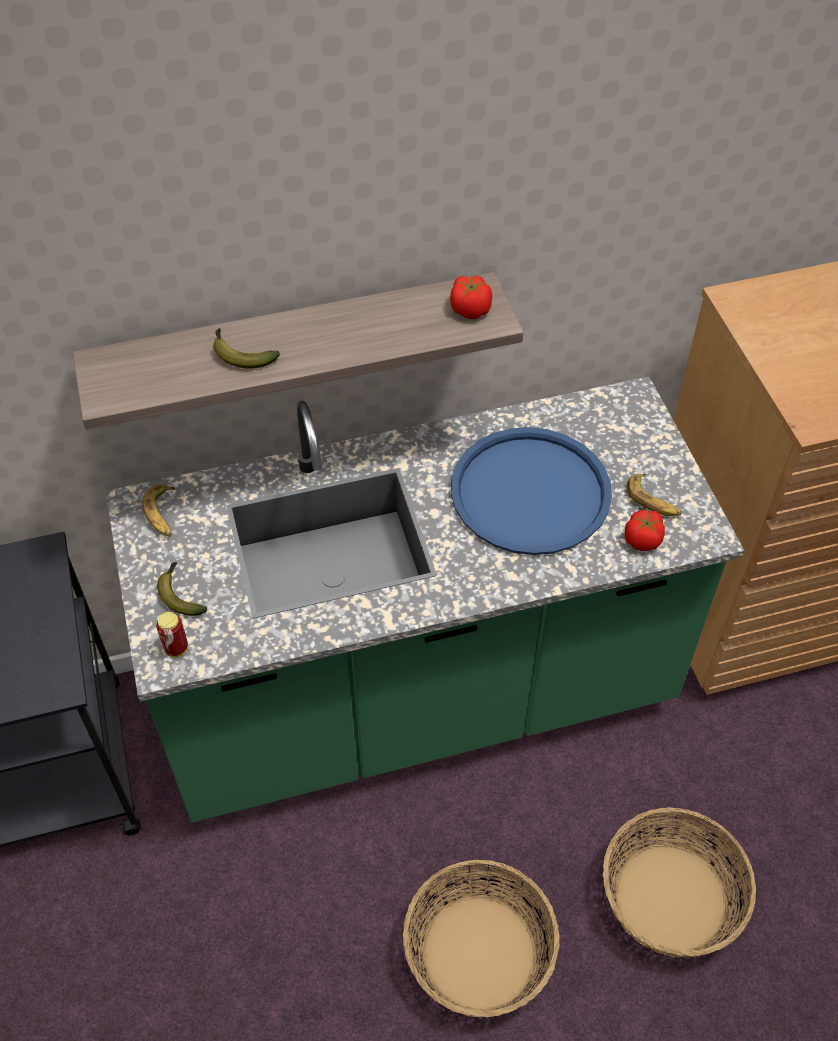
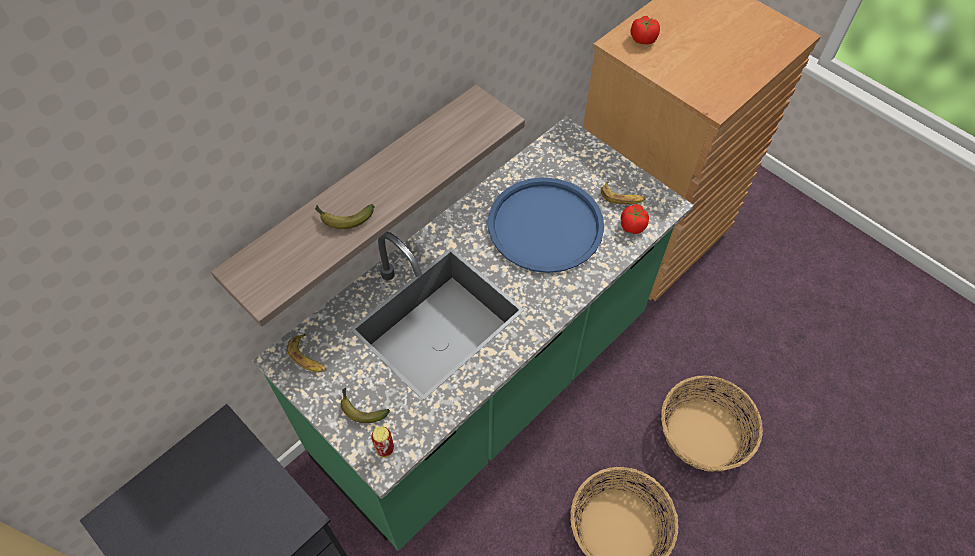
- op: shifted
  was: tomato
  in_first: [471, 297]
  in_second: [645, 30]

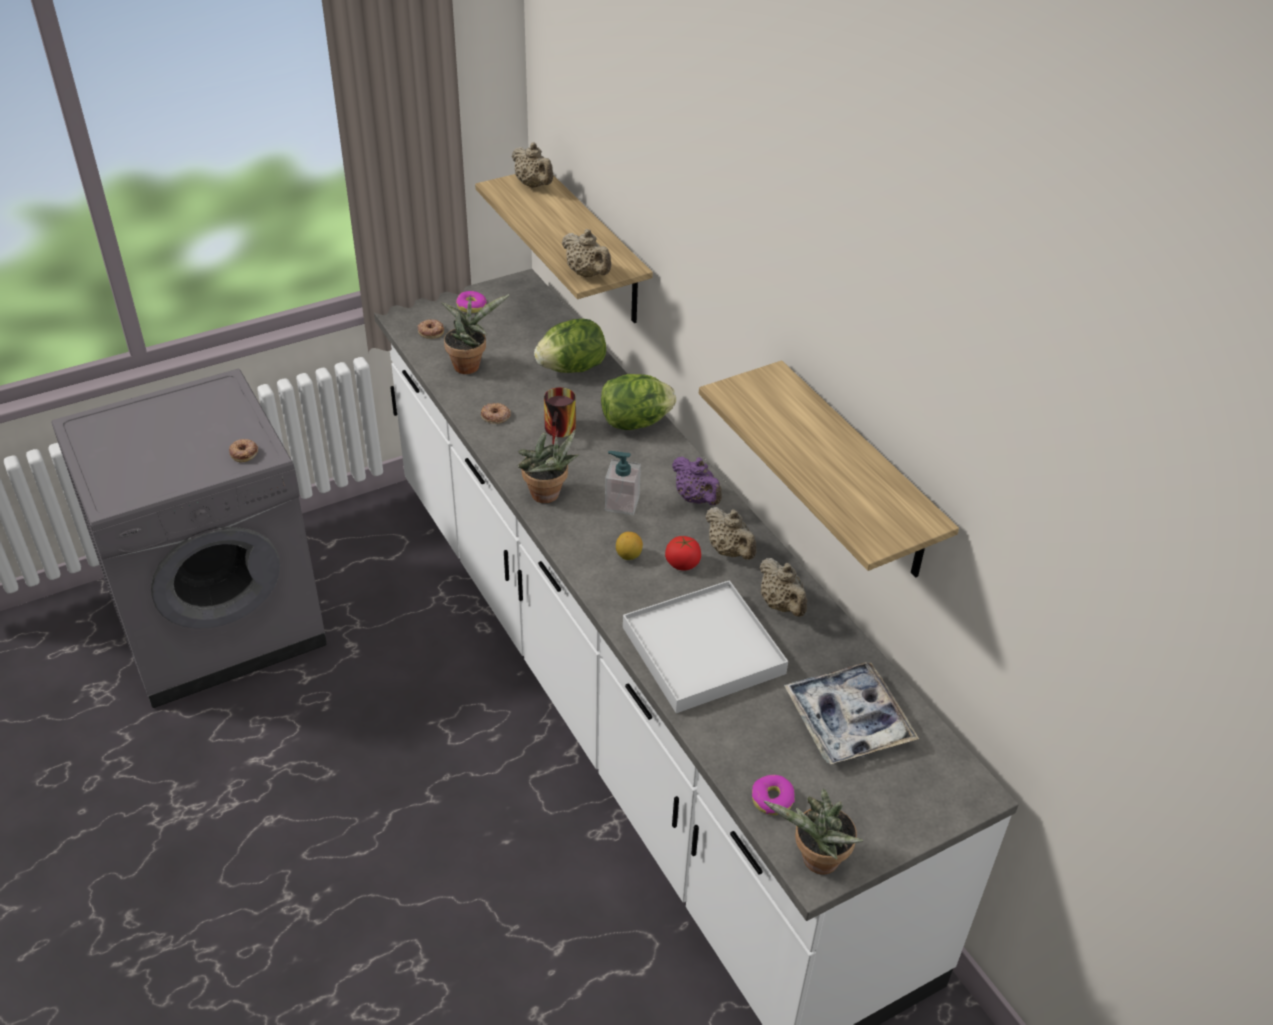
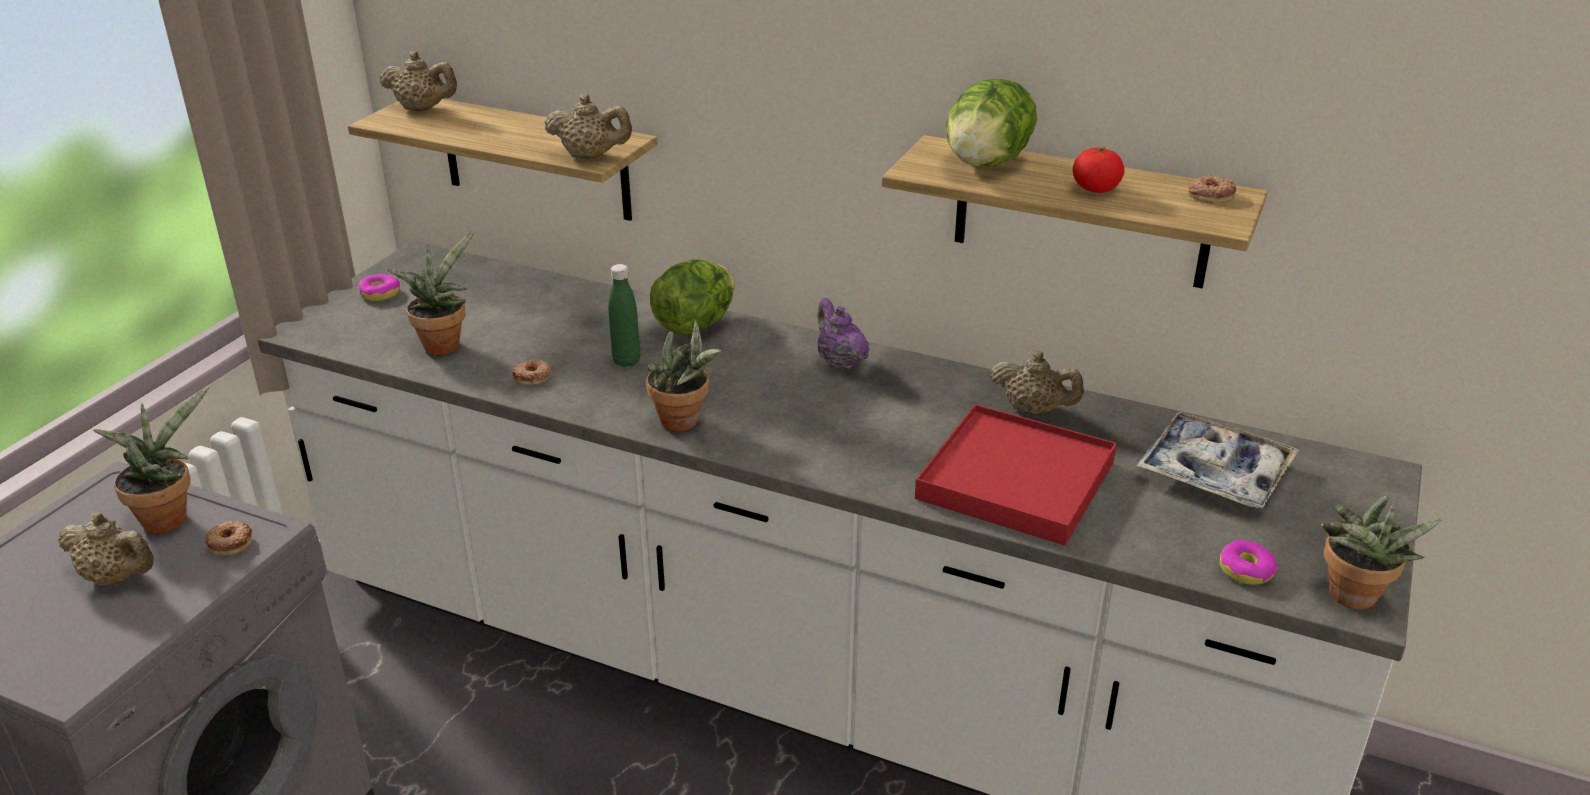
- op: shifted
  was: donut
  in_first: [431, 329]
  in_second: [1212, 189]
- op: shifted
  was: lettuce
  in_first: [570, 346]
  in_second: [991, 123]
- op: swapped
  was: mug
  now: green bottle
  in_first: [560, 415]
  in_second: [624, 315]
- op: gone
  was: soap dispenser
  in_first: [623, 483]
- op: gone
  was: lemon
  in_first: [629, 546]
- op: repainted
  was: white tray
  now: red tray
  in_first: [705, 646]
  in_second: [1016, 475]
- op: shifted
  was: tomato
  in_first: [683, 553]
  in_second: [1099, 170]
- op: rotated
  was: purple teapot
  in_first: [697, 480]
  in_second: [843, 333]
  clockwise: -135
- op: shifted
  was: beige teapot
  in_first: [731, 533]
  in_second: [106, 548]
- op: new
  now: potted plant
  in_second: [151, 459]

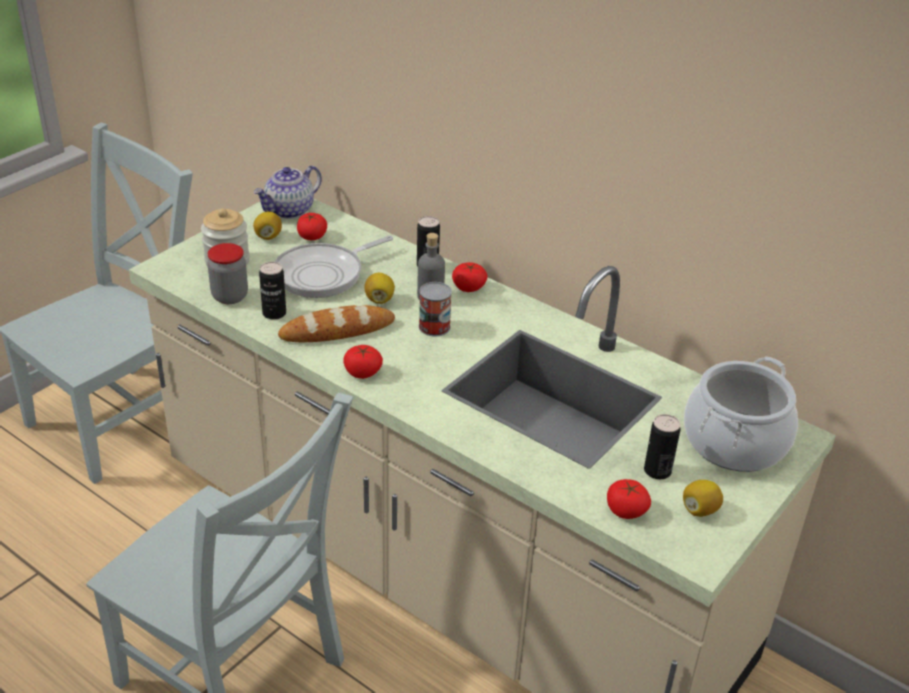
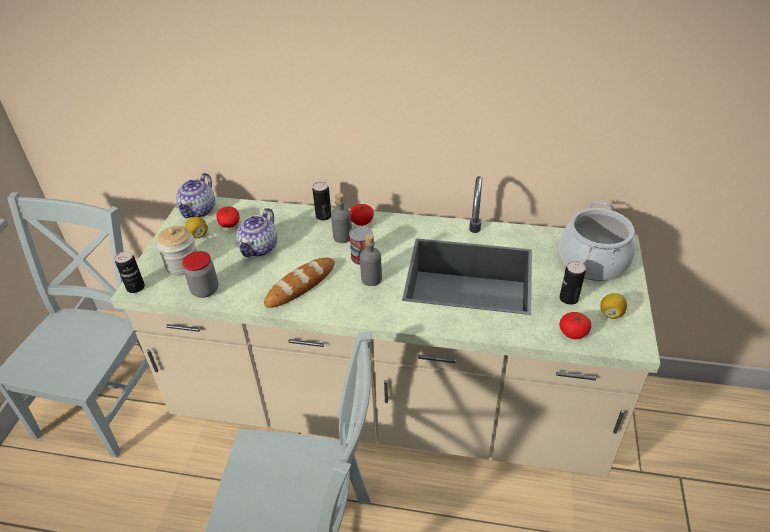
- op: shifted
  was: can
  in_first: [272, 291]
  in_second: [130, 272]
- op: swapped
  was: frying pan
  now: teapot
  in_first: [334, 266]
  in_second: [256, 232]
- op: gone
  was: tomato
  in_first: [363, 362]
- op: gone
  was: lemon
  in_first: [380, 288]
- op: new
  now: grey bottle
  in_second: [371, 260]

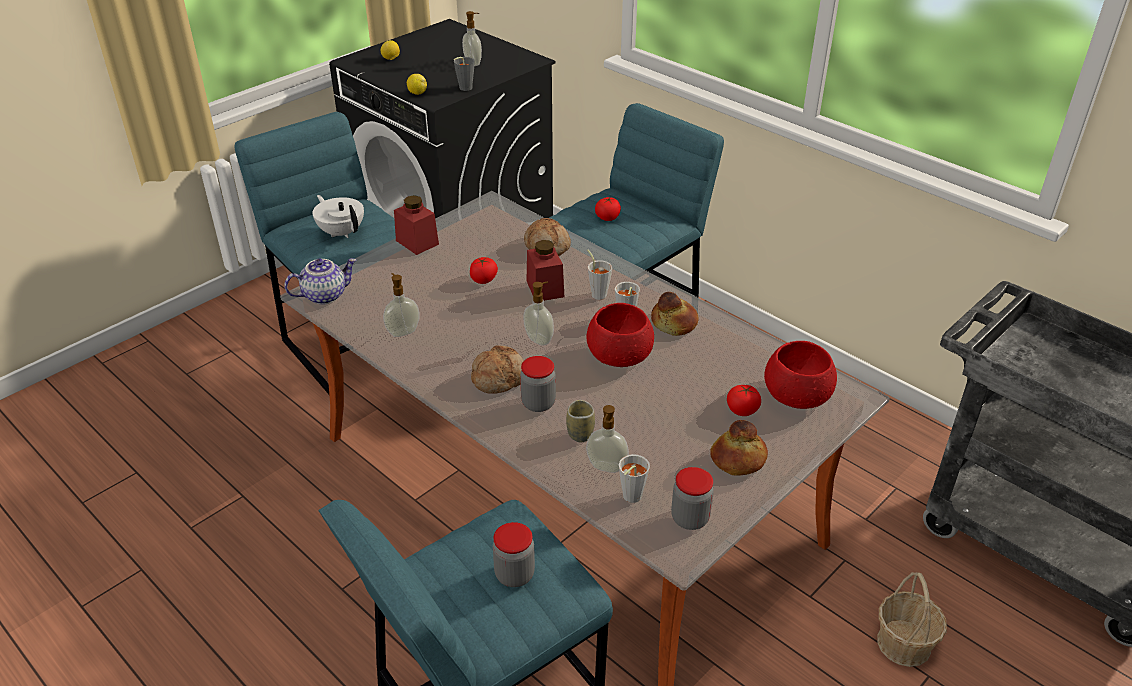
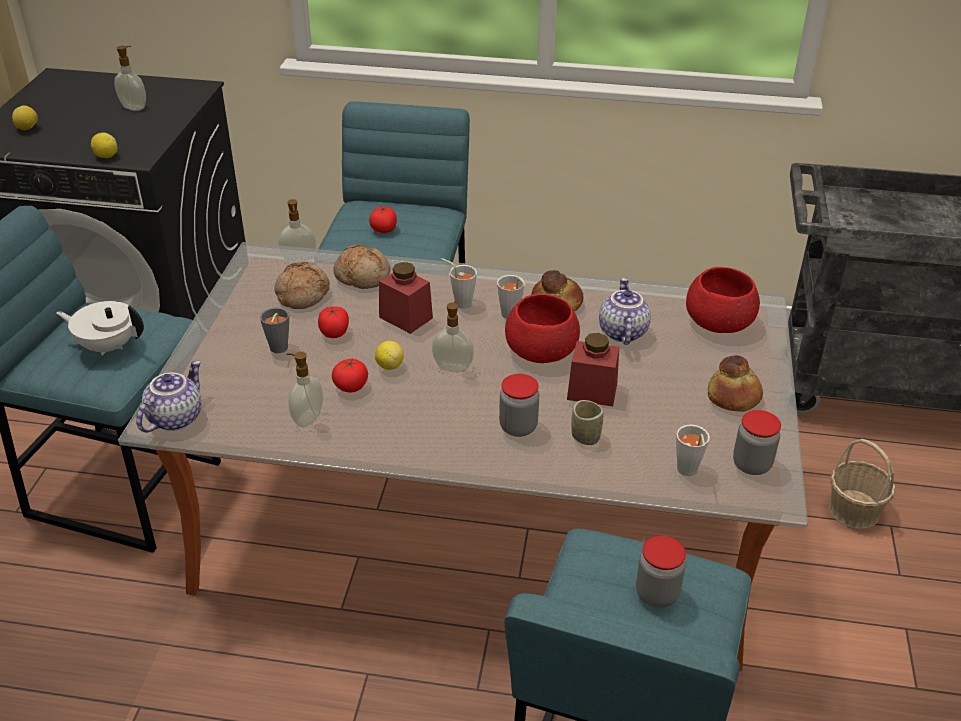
- op: shifted
  was: red jar
  in_first: [416, 225]
  in_second: [593, 369]
- op: shifted
  was: grey cup
  in_first: [464, 74]
  in_second: [274, 330]
- op: shifted
  was: bread
  in_first: [497, 369]
  in_second: [302, 285]
- op: shifted
  was: soap dispenser
  in_first: [607, 439]
  in_second: [297, 231]
- op: shifted
  was: tomato
  in_first: [744, 400]
  in_second: [350, 375]
- op: new
  now: lemon
  in_second: [389, 355]
- op: new
  now: teapot
  in_second: [625, 311]

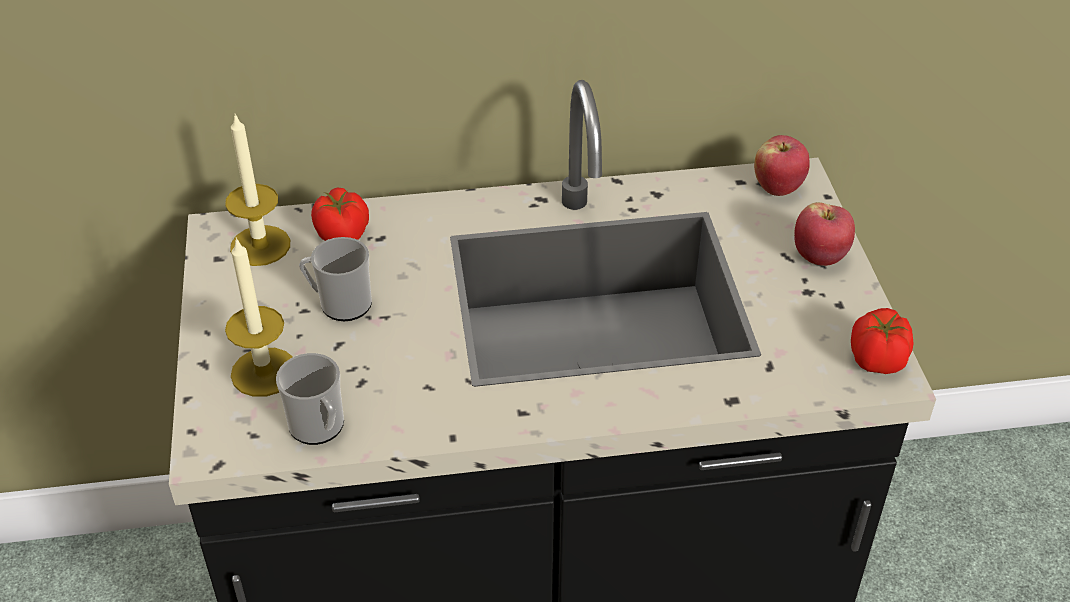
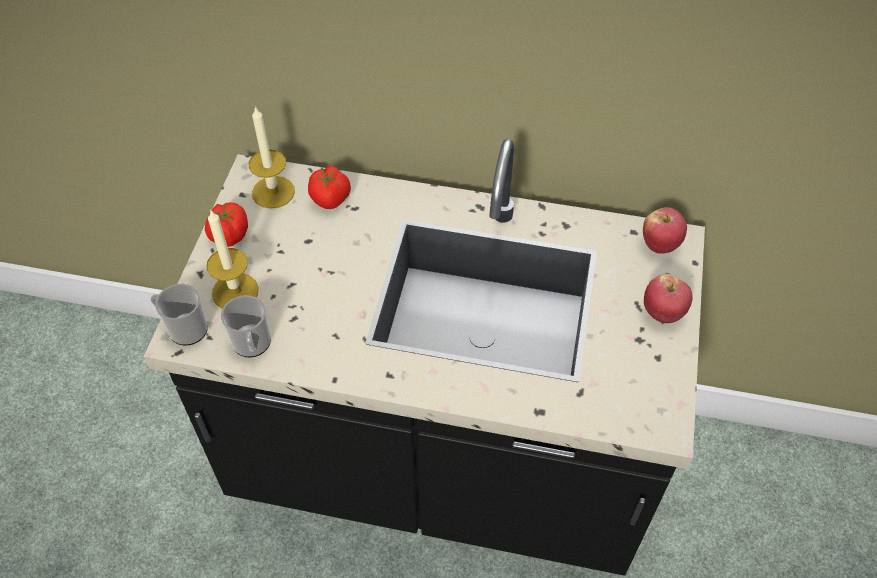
- op: shifted
  was: mug
  in_first: [335, 279]
  in_second: [179, 315]
- op: shifted
  was: tomato
  in_first: [882, 341]
  in_second: [226, 224]

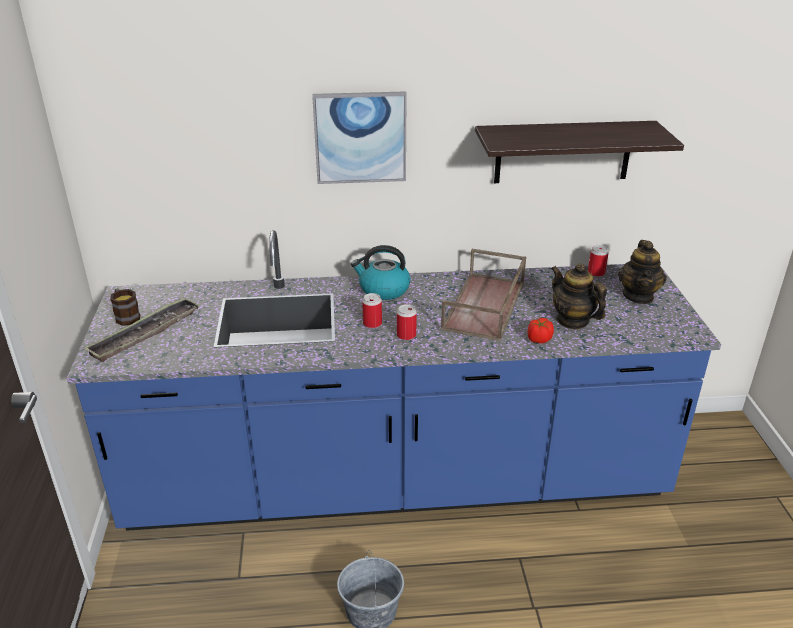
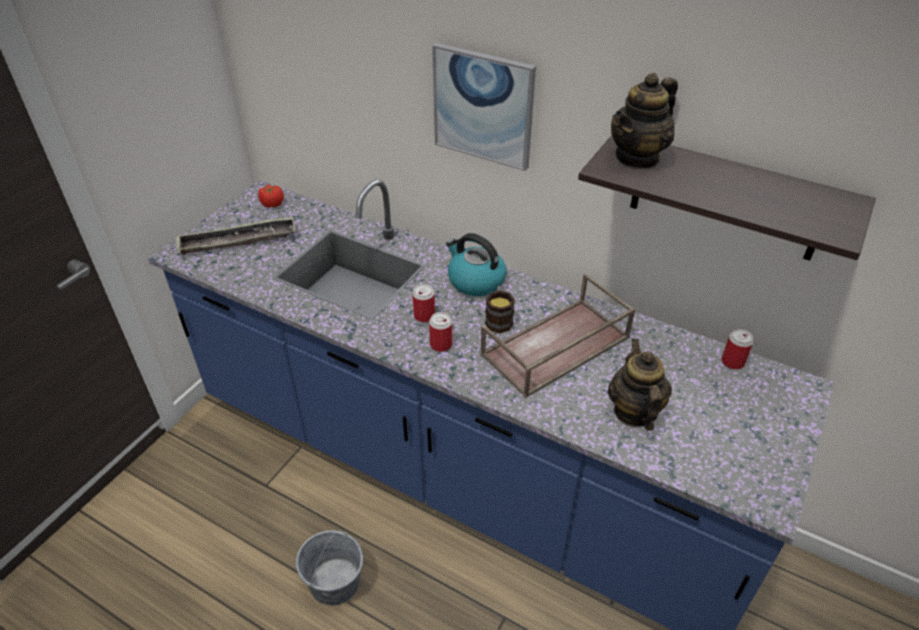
- op: shifted
  was: mug
  in_first: [125, 307]
  in_second: [500, 309]
- op: shifted
  was: tomato
  in_first: [541, 330]
  in_second: [271, 196]
- op: shifted
  was: teapot
  in_first: [642, 272]
  in_second: [644, 121]

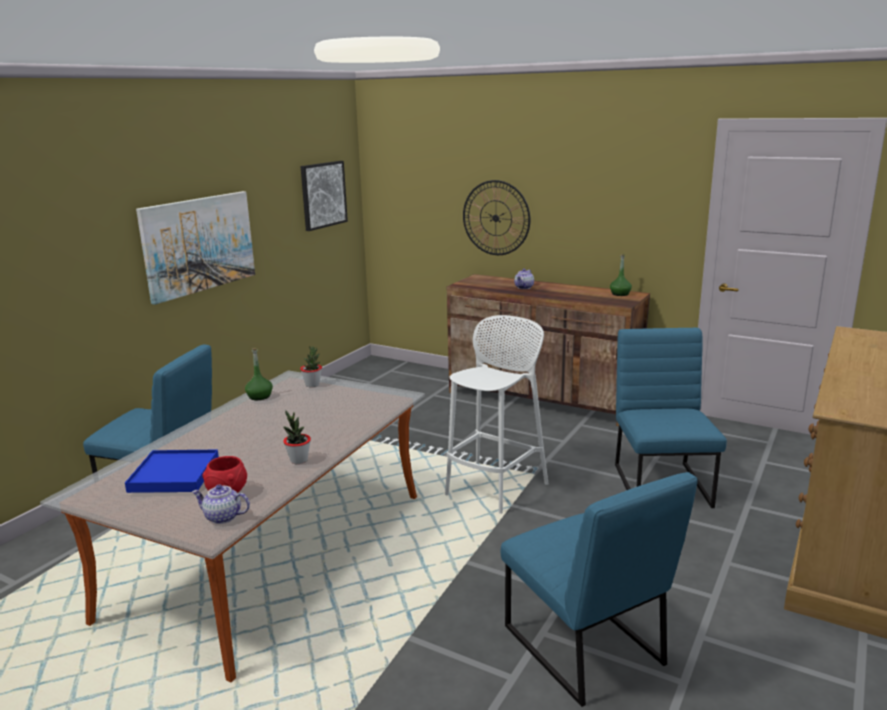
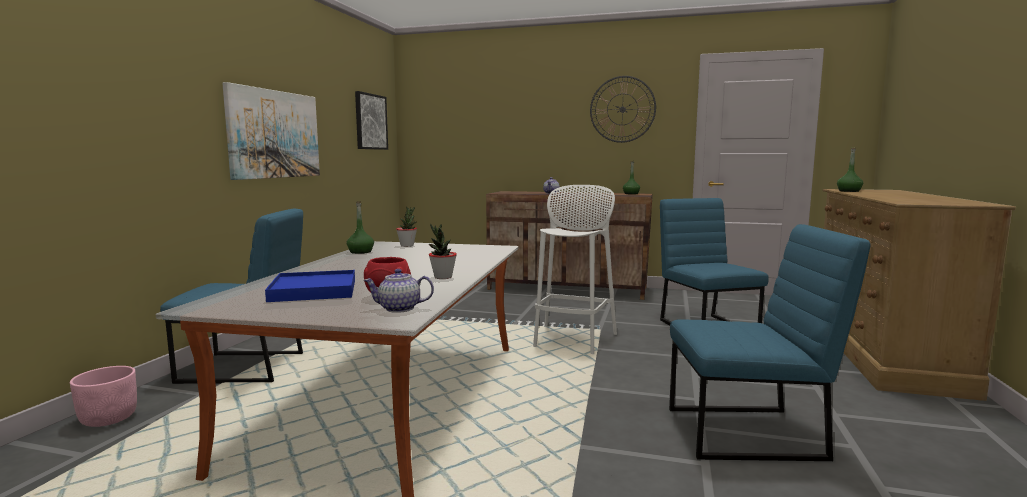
- op: shifted
  was: wall clock
  in_first: [496, 217]
  in_second: [623, 109]
- op: rotated
  was: blue chair
  in_first: [599, 589]
  in_second: [769, 342]
  clockwise: -45
- op: new
  now: pink planter
  in_second: [103, 396]
- op: new
  now: green bottle
  in_second: [850, 169]

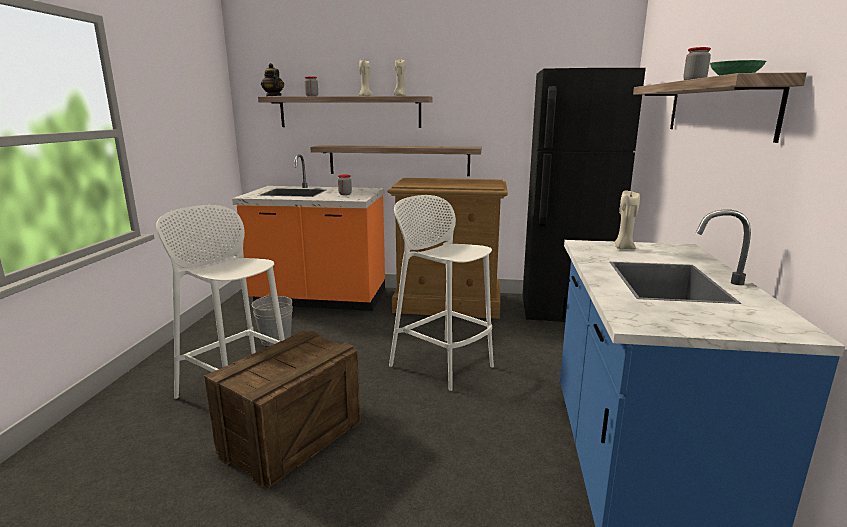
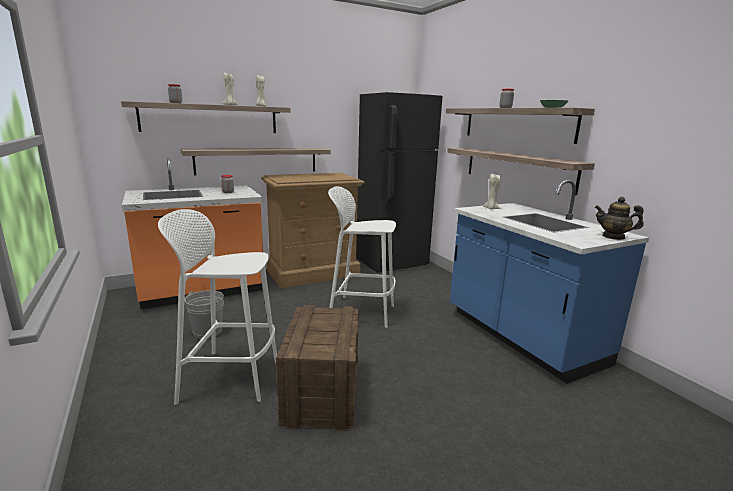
- op: shifted
  was: teapot
  in_first: [272, 79]
  in_second: [619, 218]
- op: new
  now: shelf
  in_second: [521, 171]

